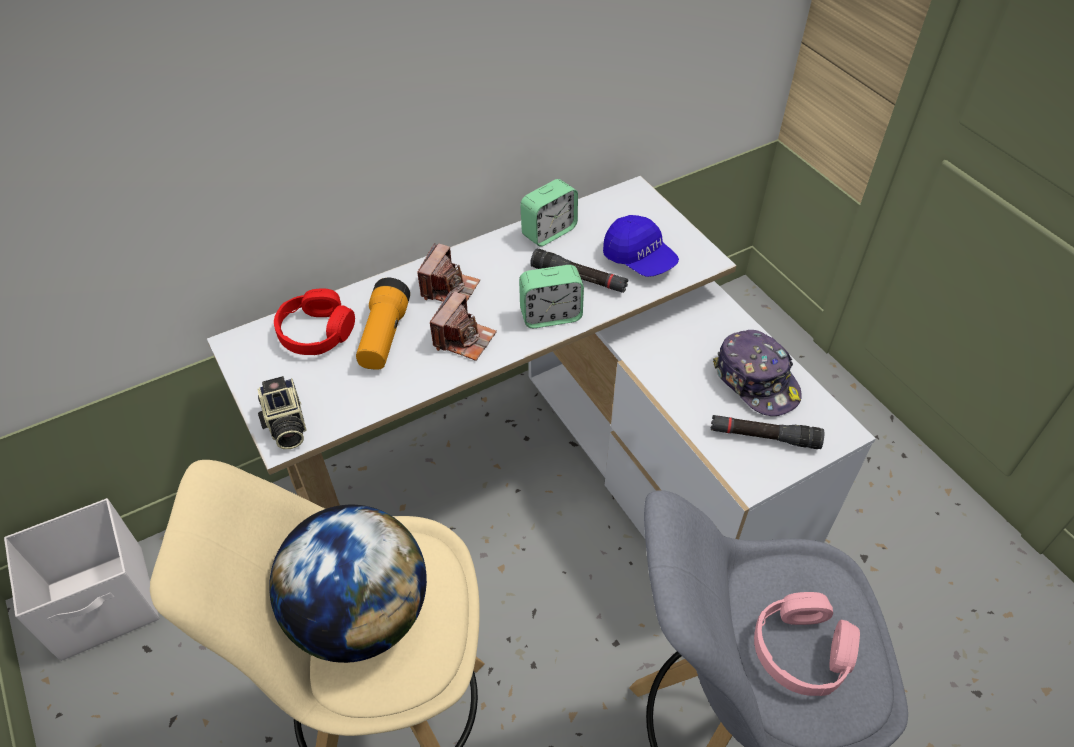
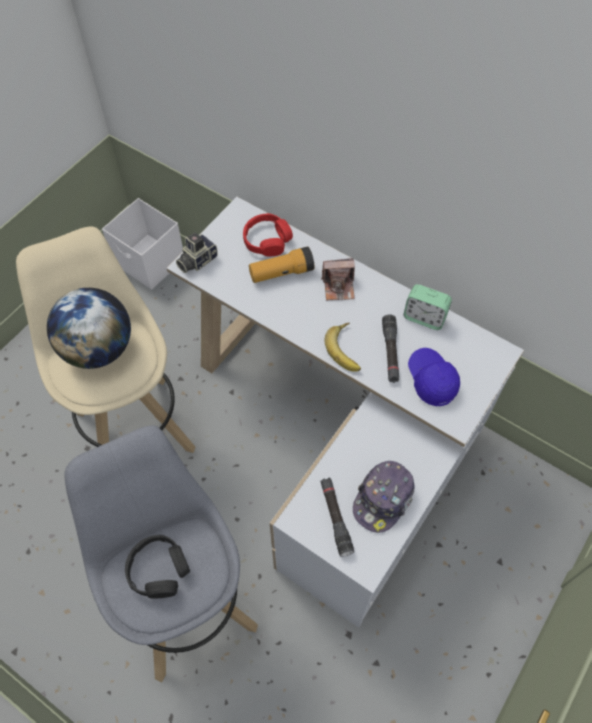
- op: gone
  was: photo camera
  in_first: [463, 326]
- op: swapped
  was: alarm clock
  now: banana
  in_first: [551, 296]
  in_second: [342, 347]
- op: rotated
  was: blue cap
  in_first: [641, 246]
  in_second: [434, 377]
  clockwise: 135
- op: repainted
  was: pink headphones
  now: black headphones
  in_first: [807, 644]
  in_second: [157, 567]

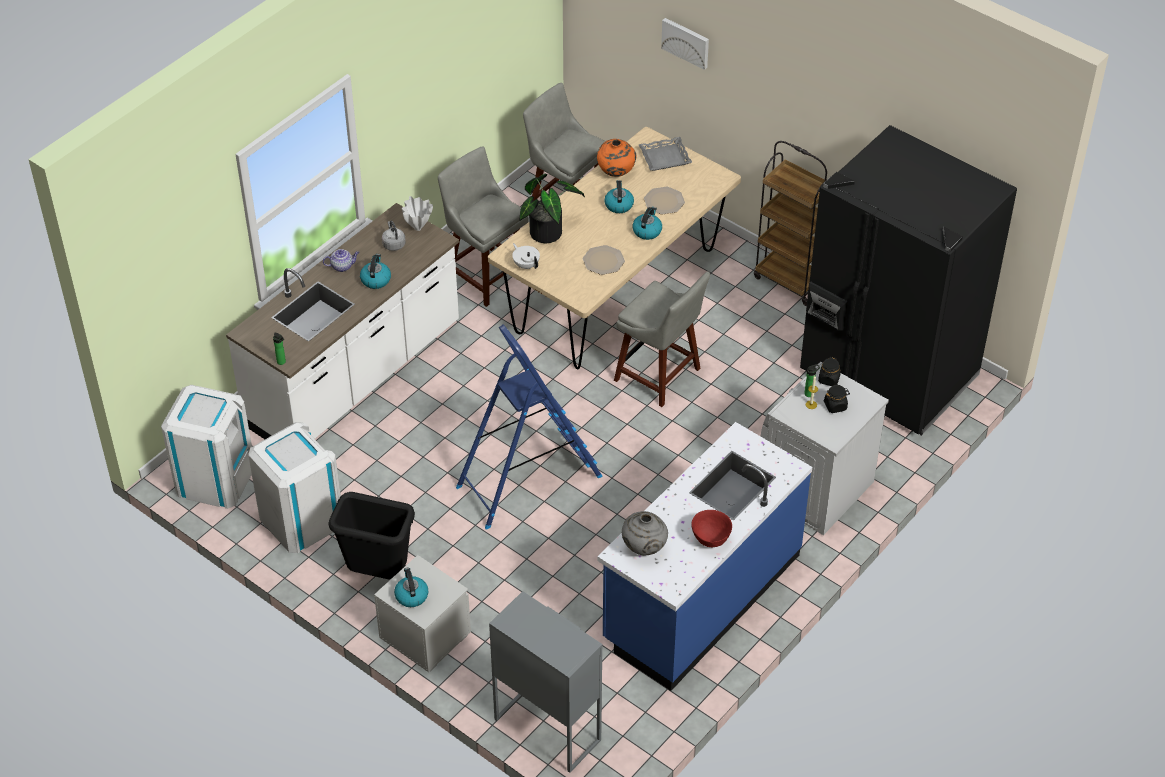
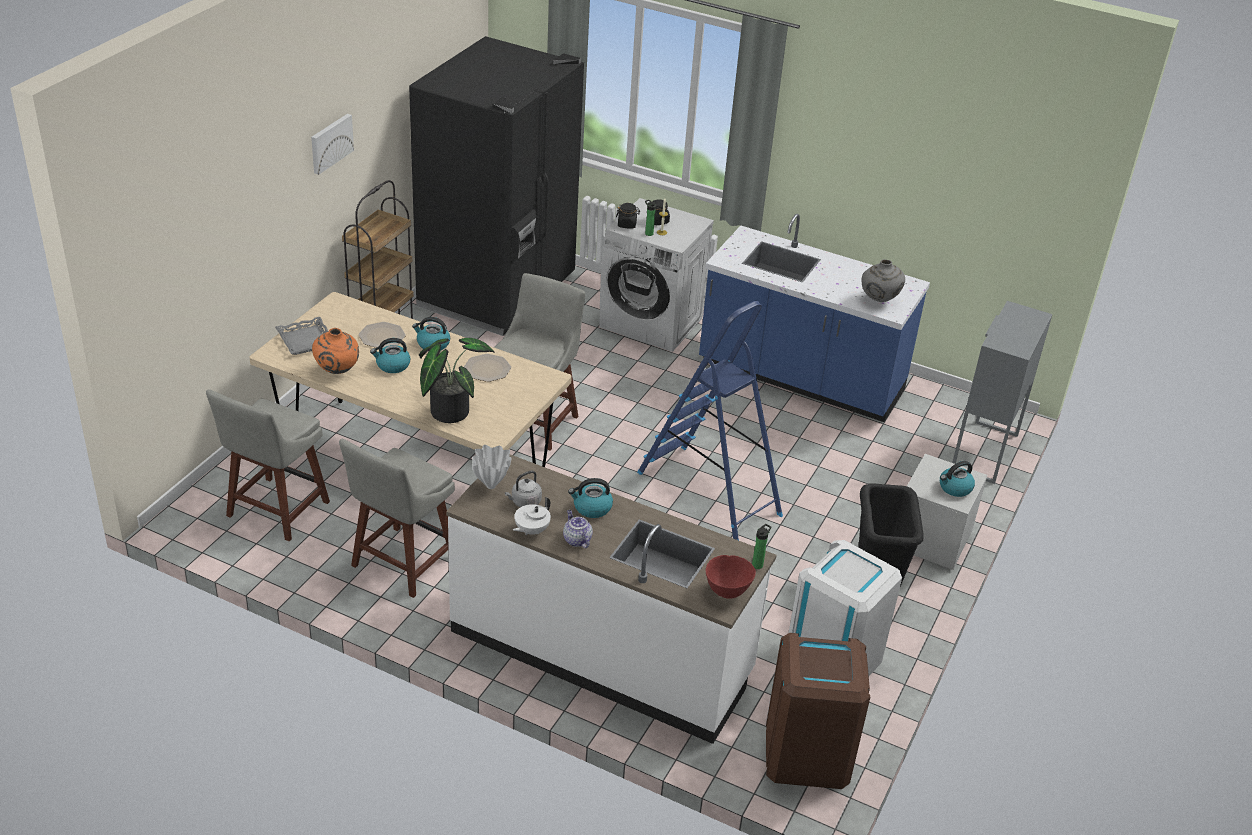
- op: repainted
  was: white trash can
  now: brown trash can
  in_first: [206, 447]
  in_second: [818, 711]
- op: shifted
  was: white teapot
  in_first: [526, 256]
  in_second: [532, 516]
- op: shifted
  was: picture
  in_first: [685, 44]
  in_second: [332, 144]
- op: shifted
  was: red bowl
  in_first: [711, 528]
  in_second: [731, 577]

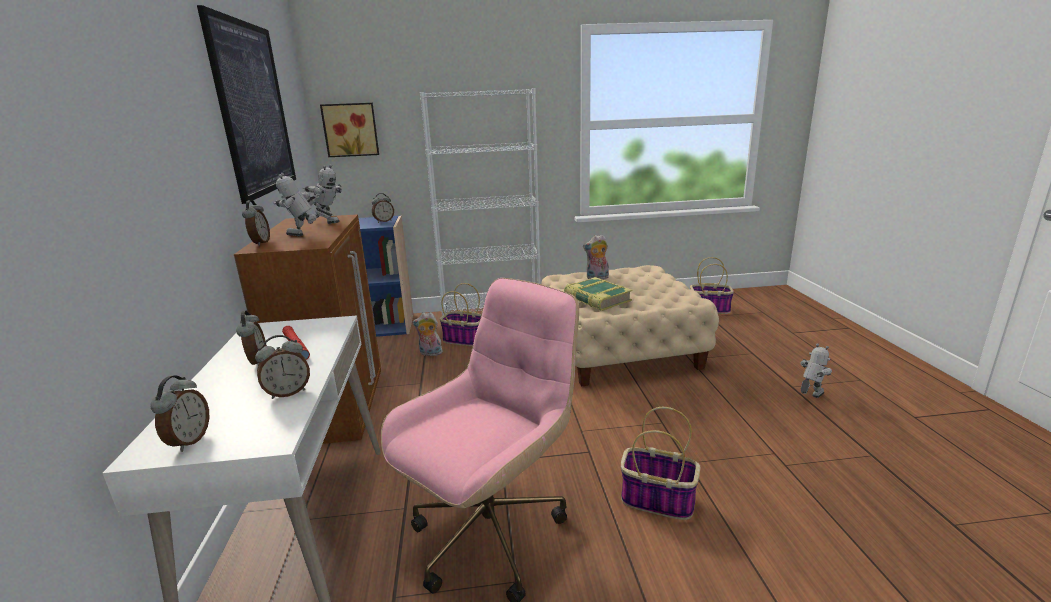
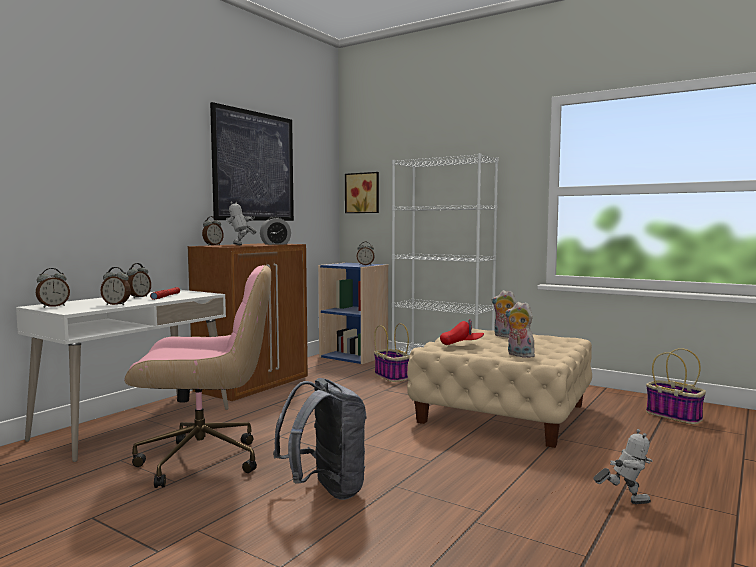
- op: swapped
  was: toy robot
  now: alarm clock
  in_first: [322, 194]
  in_second: [275, 231]
- op: shifted
  was: plush toy
  in_first: [427, 334]
  in_second: [521, 330]
- op: swapped
  was: book
  now: red cap
  in_first: [598, 294]
  in_second: [462, 332]
- op: swapped
  was: basket
  now: grey backpack
  in_first: [660, 463]
  in_second: [320, 439]

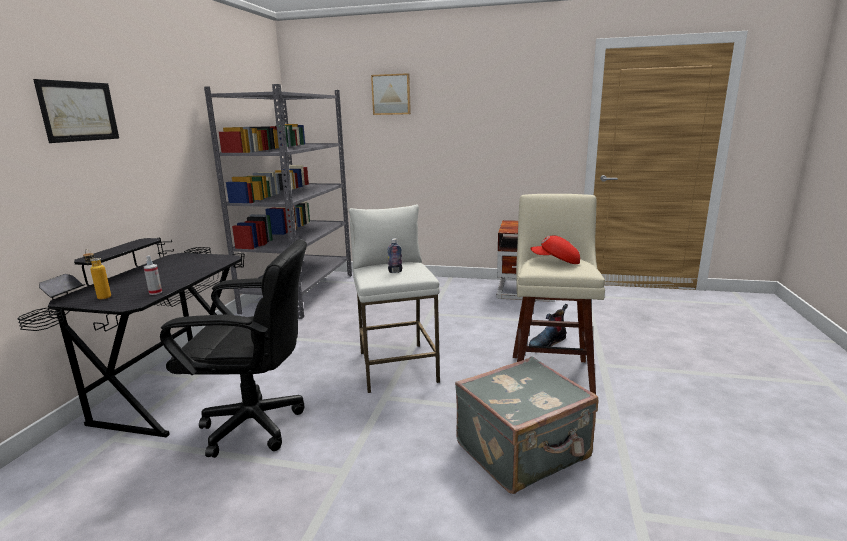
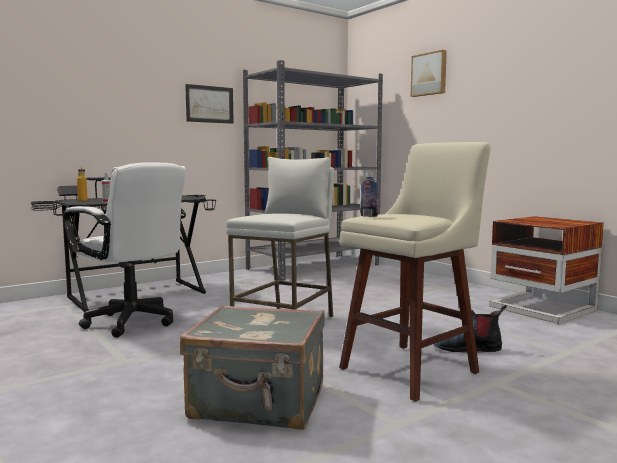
- op: shifted
  was: picture
  in_first: [76, 111]
  in_second: [209, 104]
- op: repainted
  was: black office chair
  now: white office chair
  in_first: [233, 348]
  in_second: [125, 250]
- op: shifted
  was: bottle
  in_first: [394, 255]
  in_second: [369, 194]
- op: gone
  was: red cap
  in_first: [555, 250]

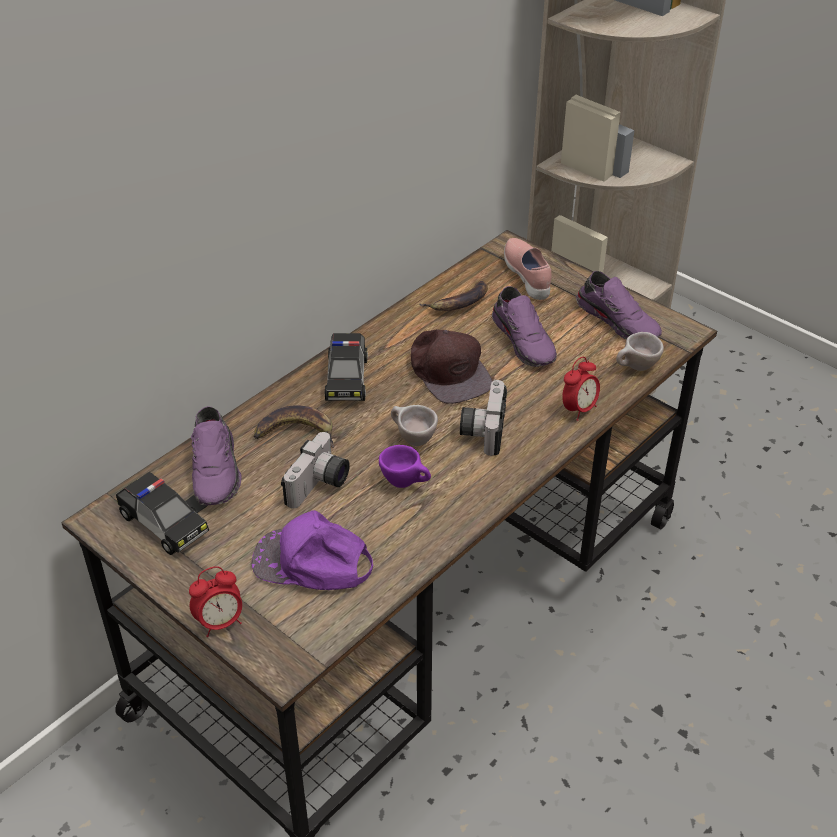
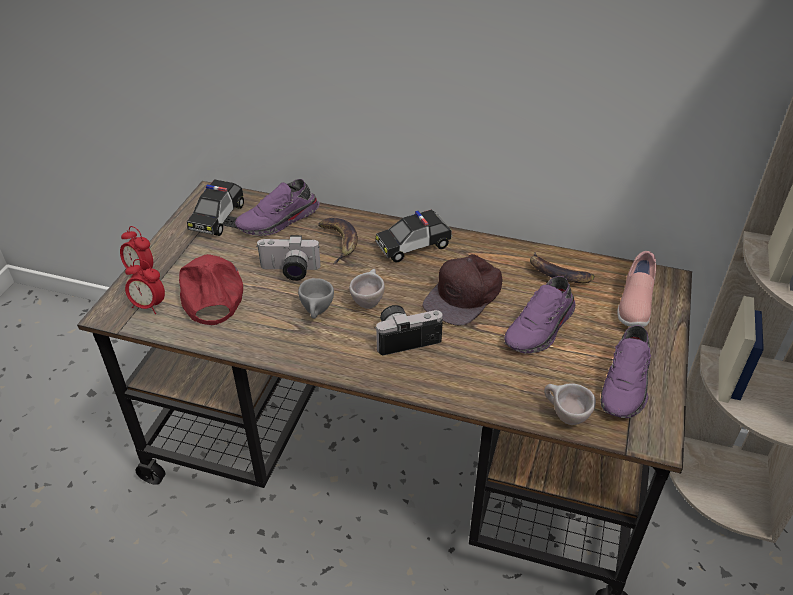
- op: repainted
  was: purple cap
  now: red cap
  in_first: [312, 550]
  in_second: [211, 289]
- op: repainted
  was: purple cup
  now: grey cup
  in_first: [405, 466]
  in_second: [316, 298]
- op: rotated
  was: pink shoe
  in_first: [527, 269]
  in_second: [636, 289]
  clockwise: 150
- op: shifted
  was: alarm clock
  in_first: [581, 389]
  in_second: [145, 286]

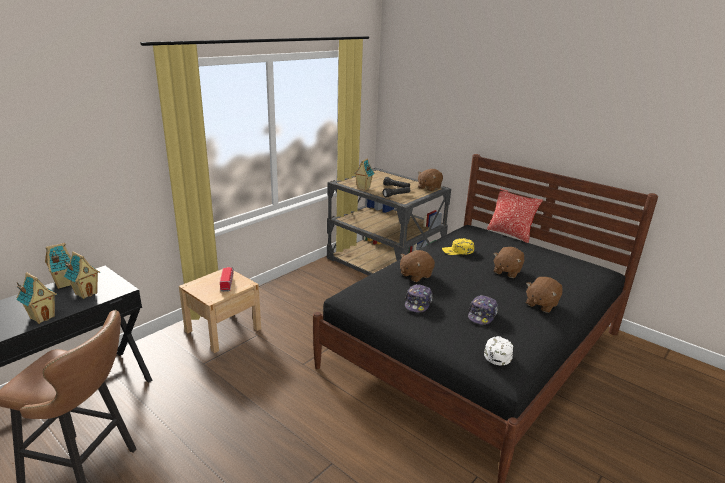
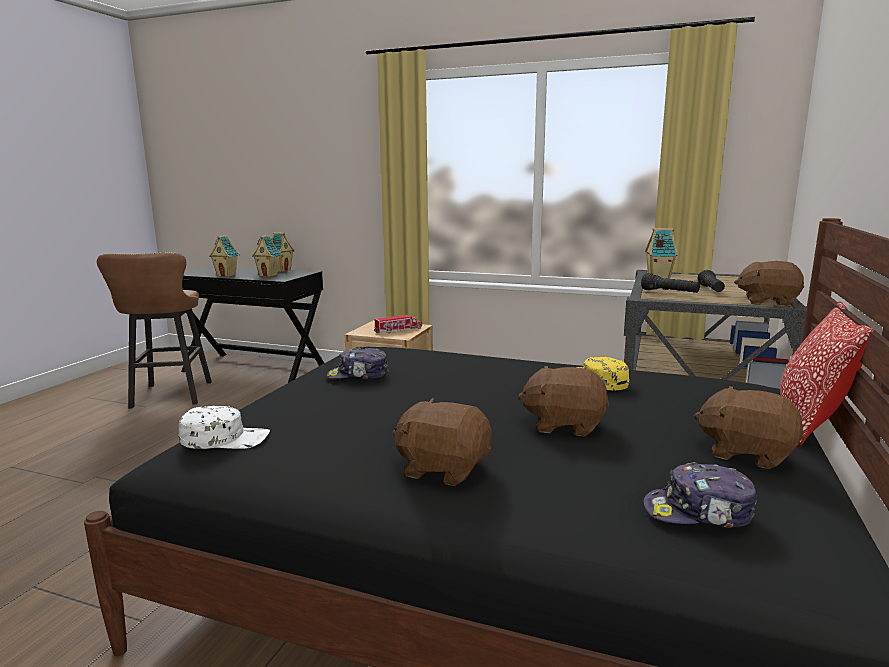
- op: shifted
  was: brown plush toy
  in_first: [417, 266]
  in_second: [749, 427]
- op: shifted
  was: cap
  in_first: [483, 310]
  in_second: [700, 495]

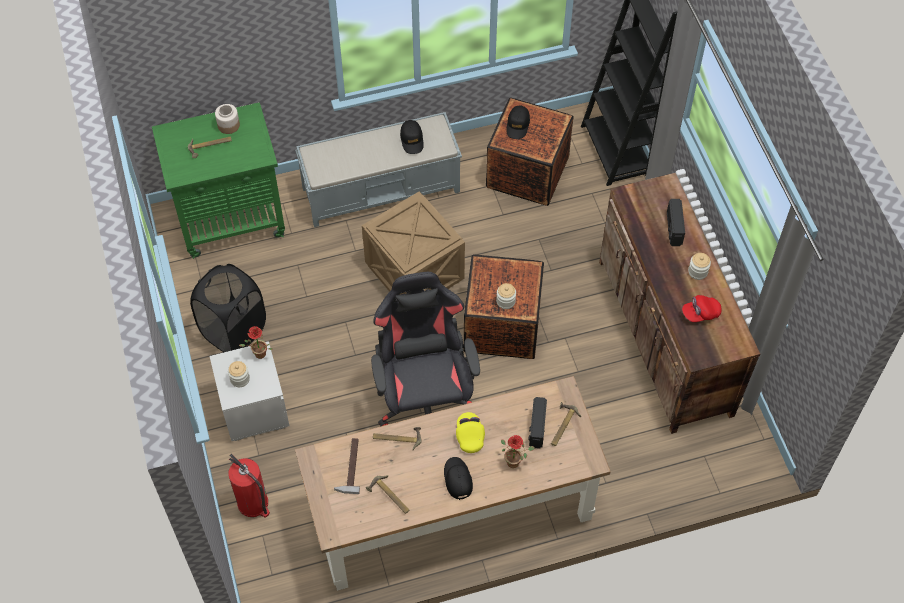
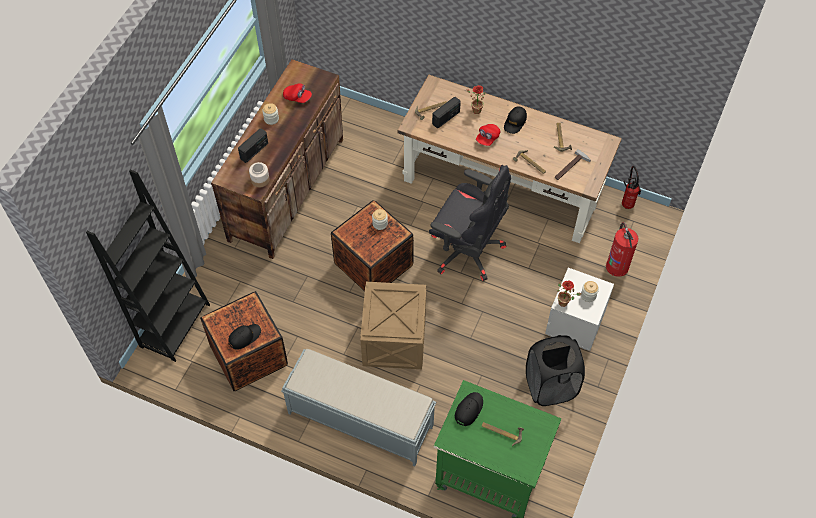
- op: shifted
  was: jar
  in_first: [227, 119]
  in_second: [259, 174]
- op: rotated
  was: black office chair
  in_first: [425, 349]
  in_second: [470, 223]
  clockwise: -90
- op: shifted
  was: black cap
  in_first: [412, 137]
  in_second: [469, 409]
- op: repainted
  was: yellow cap
  now: red cap
  in_first: [470, 432]
  in_second: [488, 135]
- op: new
  now: fire extinguisher
  in_second: [631, 187]

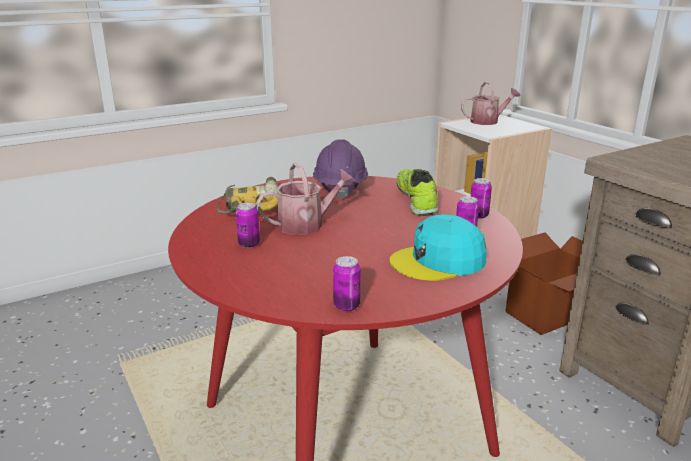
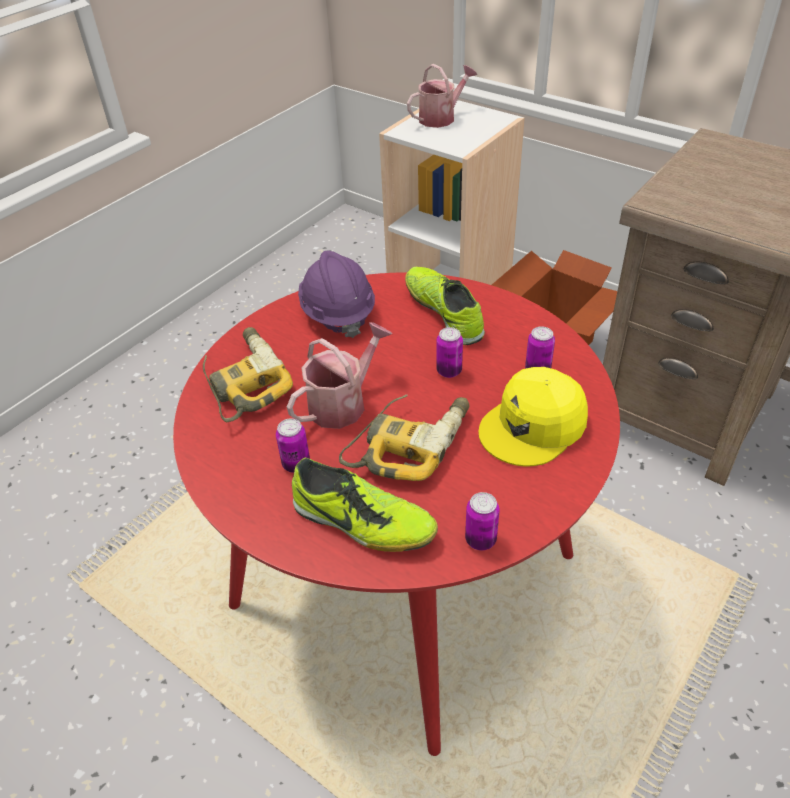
- op: repainted
  was: turquoise cap
  now: yellow cap
  in_first: [438, 247]
  in_second: [533, 417]
- op: shifted
  was: can
  in_first: [481, 198]
  in_second: [450, 352]
- op: new
  now: shoe
  in_second: [365, 505]
- op: new
  now: power drill
  in_second: [404, 437]

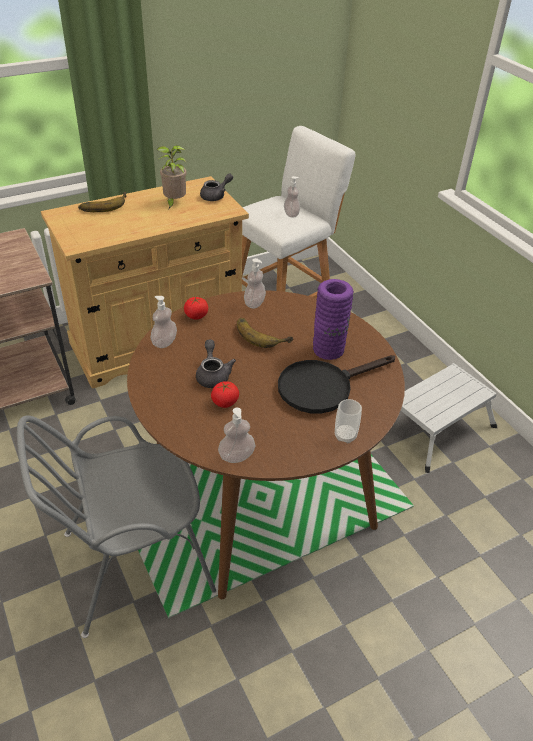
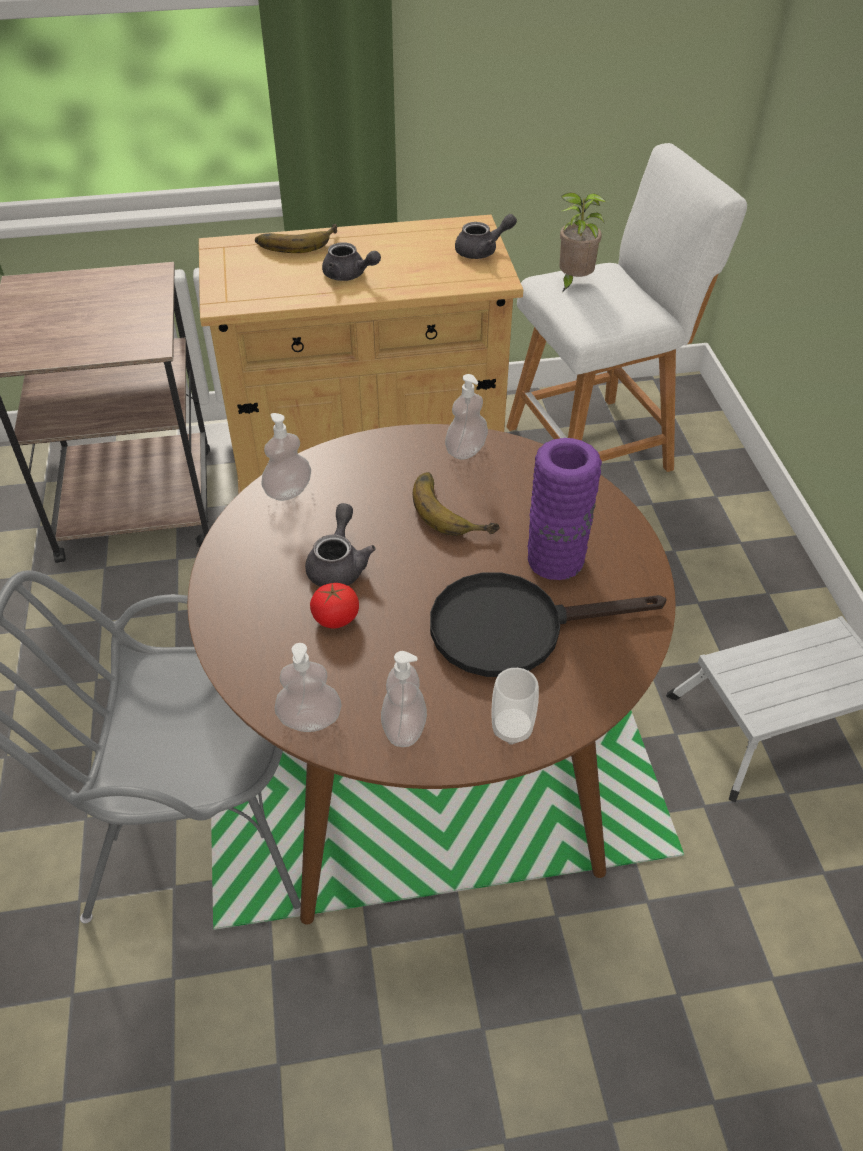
- op: shifted
  was: potted plant
  in_first: [172, 177]
  in_second: [582, 242]
- op: gone
  was: tomato
  in_first: [196, 308]
- op: shifted
  was: soap dispenser
  in_first: [292, 197]
  in_second: [404, 699]
- op: new
  now: grey teapot
  in_second: [351, 261]

